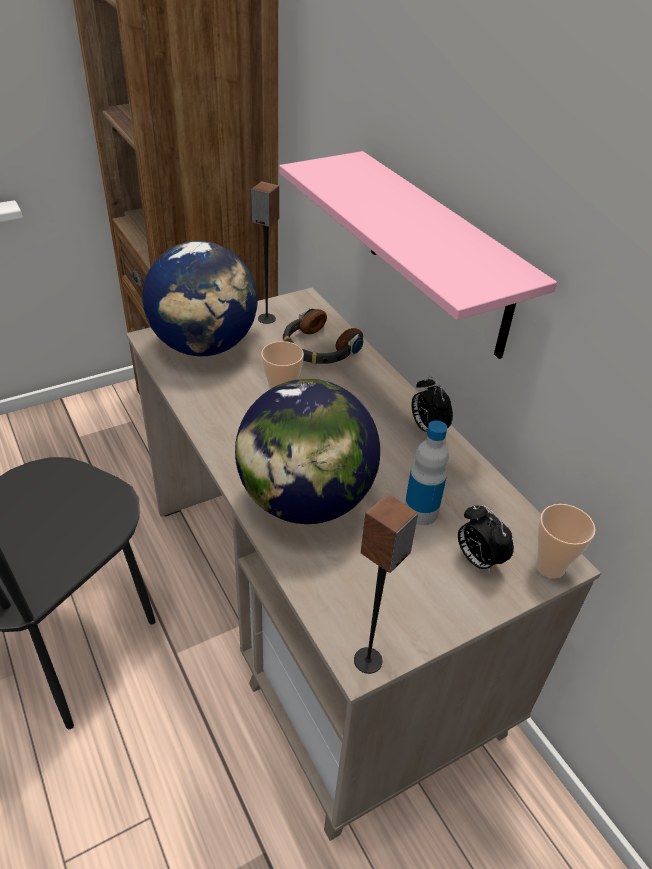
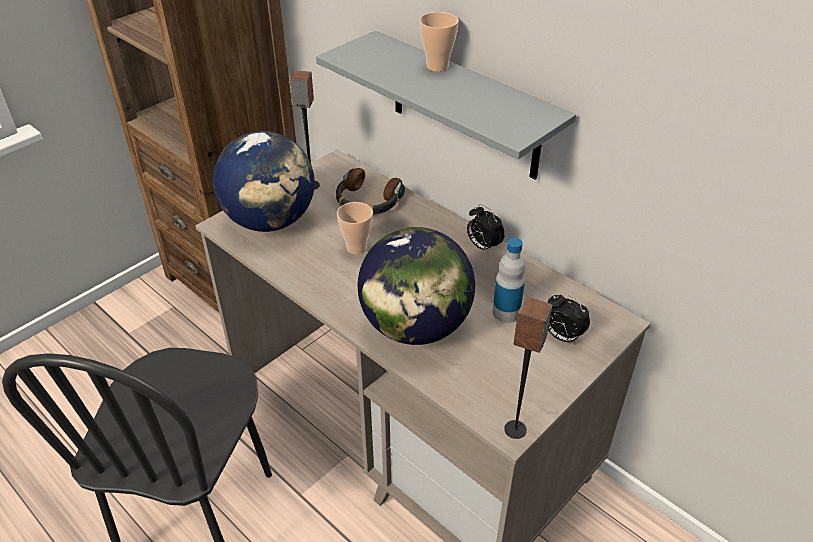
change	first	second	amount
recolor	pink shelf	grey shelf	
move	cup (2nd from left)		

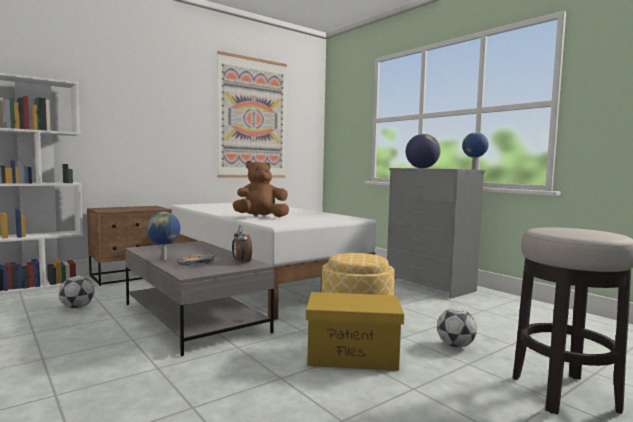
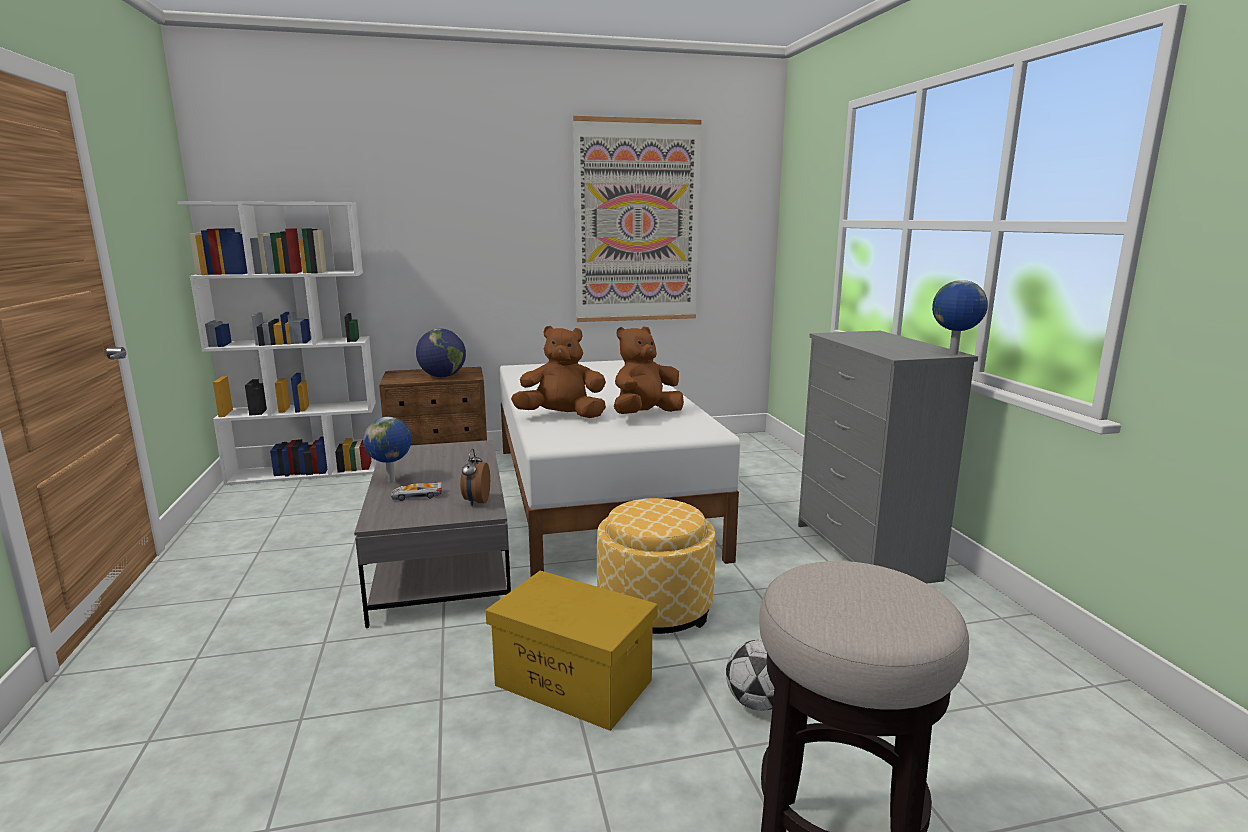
change	first	second	amount
delete	football (1st from left)		
move	globe (2nd from left)		
insert		brown plush toy (2nd from left)	

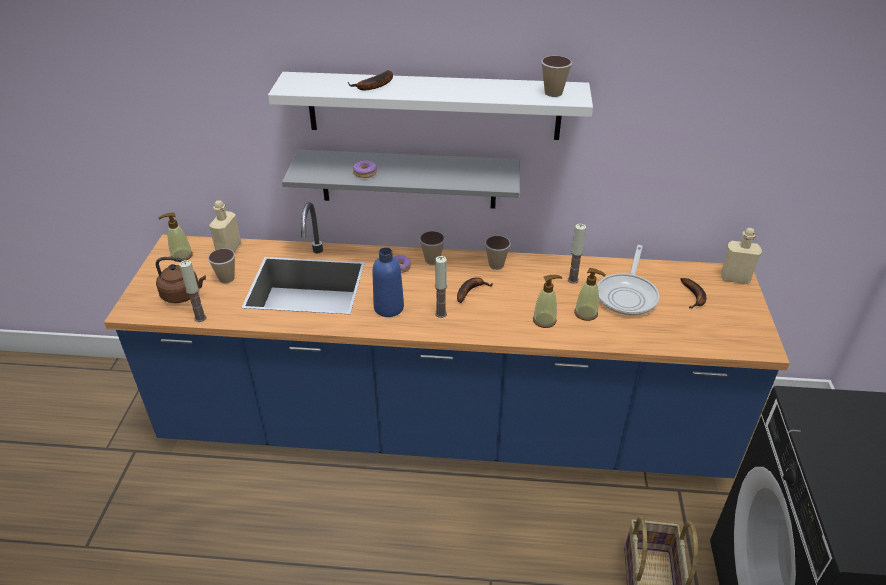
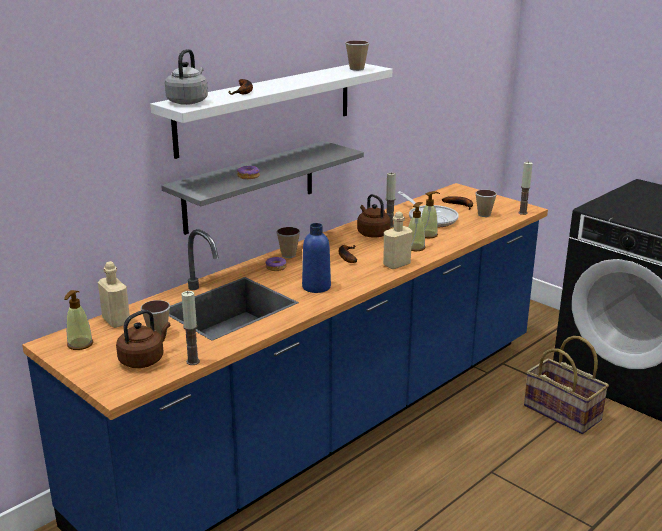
change	first	second	amount
move	candle (2nd from left in the first image)	candle (3rd from left)	
move	cup (3rd from left in the first image)	cup (4th from left)	
move	beige bottle (2nd from left)		
insert		grey kettle	
insert		brown kettle (2nd from left)	

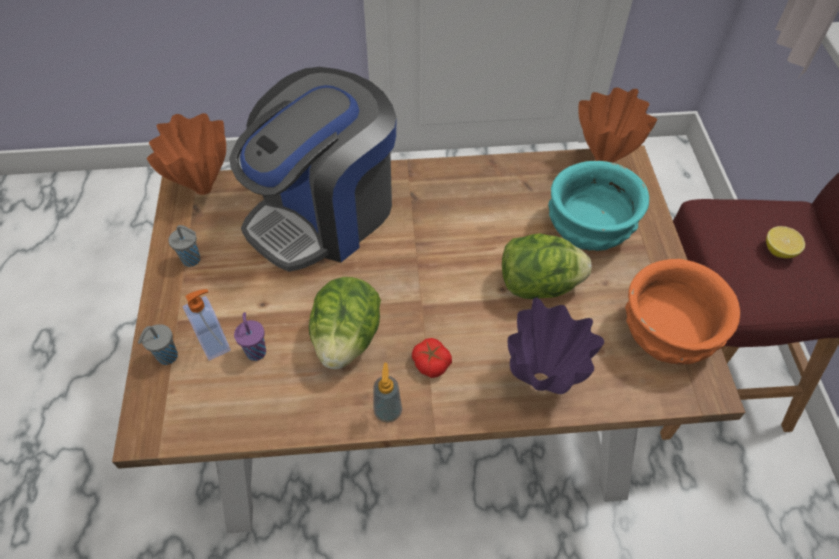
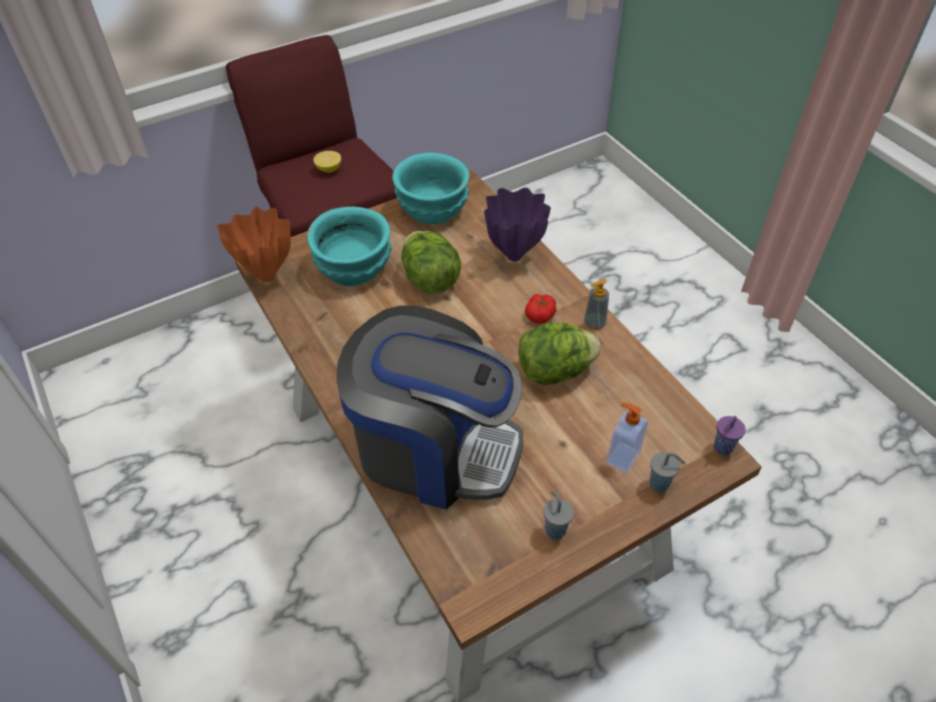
change	first	second	amount
delete	orange vase (1st from left)		
move	purple cup		
recolor	orange bowl	turquoise bowl (2nd from left)	

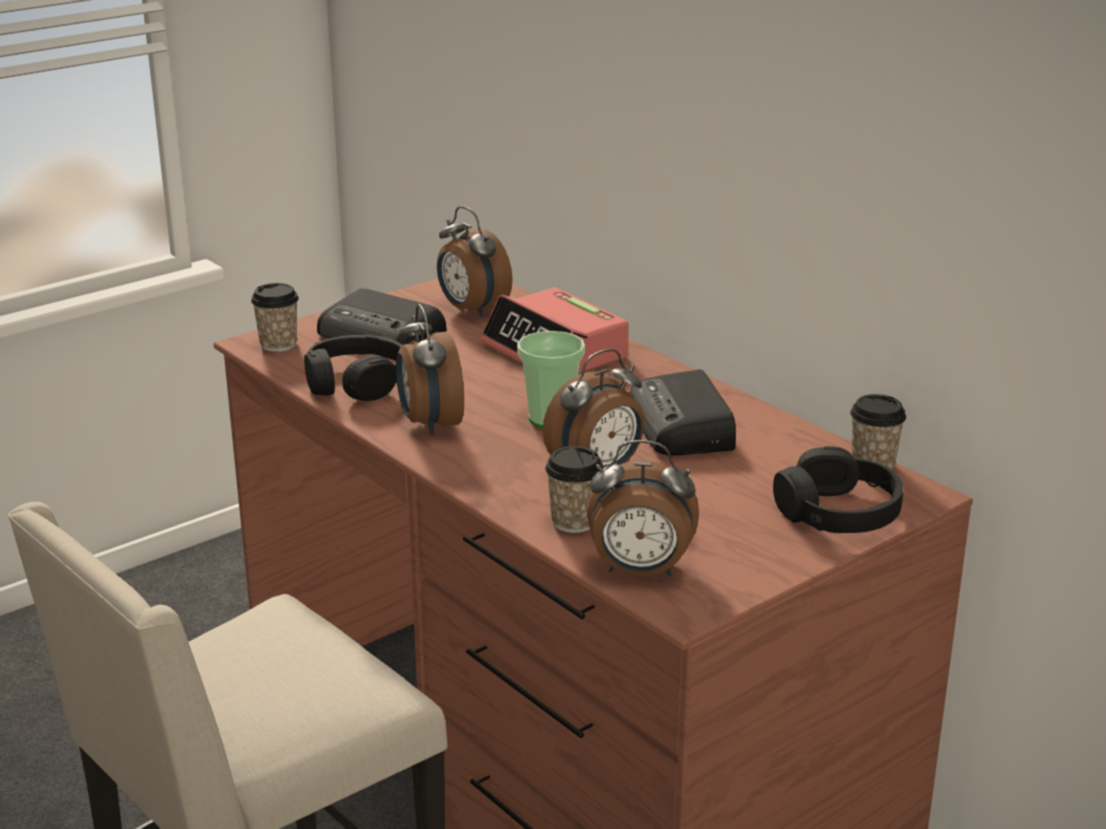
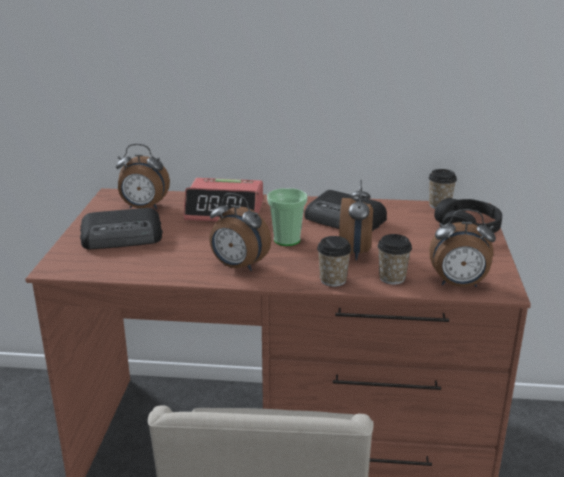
change	first	second	amount
move	cup (1st from left in the first image)	cup (2nd from left)	
delete	black headphones (1st from left)		
rotate	alarm clock (5th from left)		45 degrees clockwise

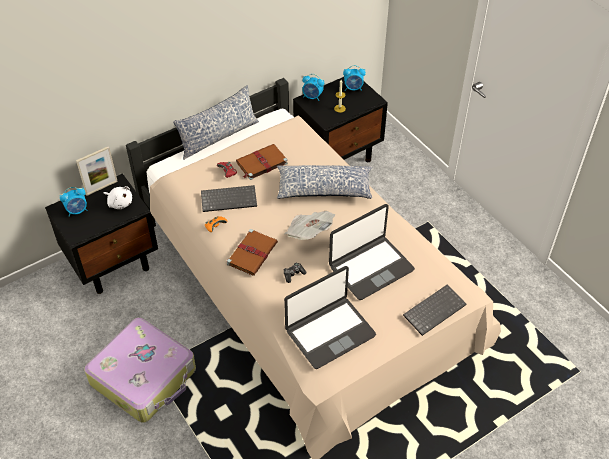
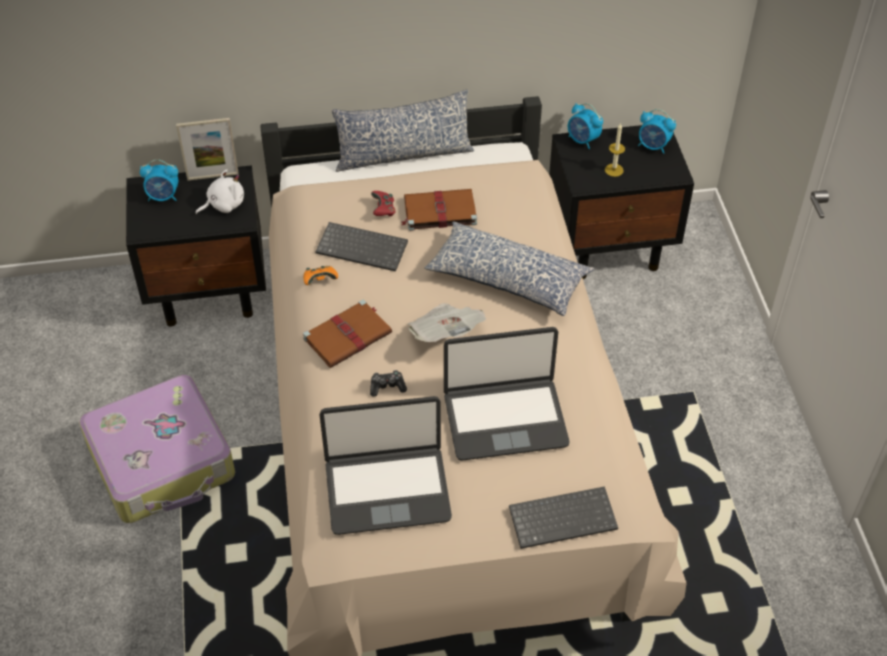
change	first	second	amount
rotate	white plush toy		90 degrees counterclockwise

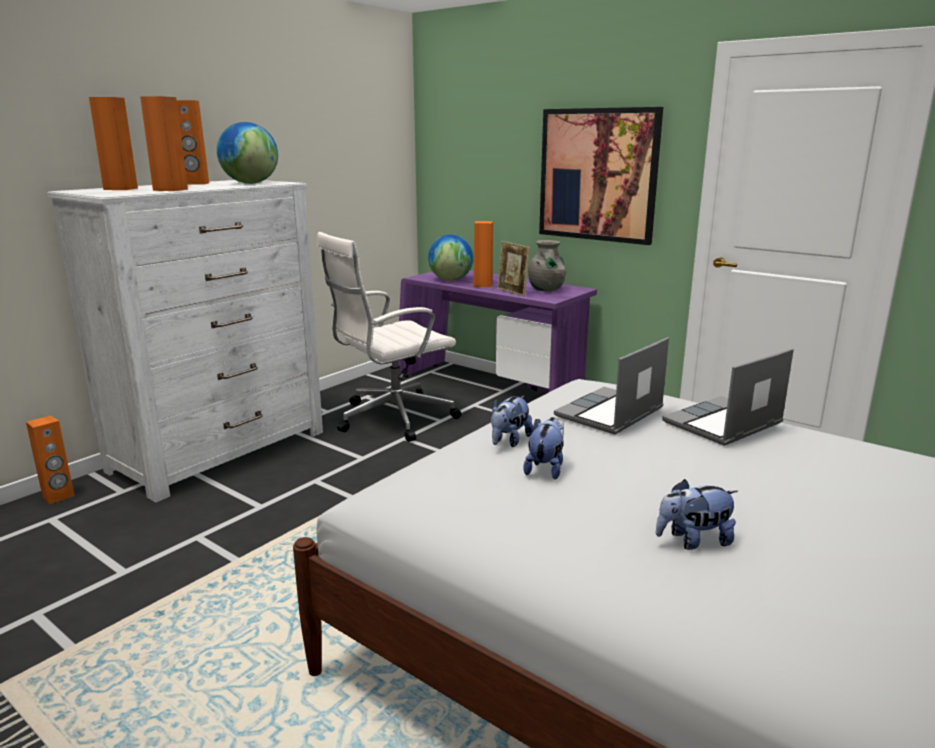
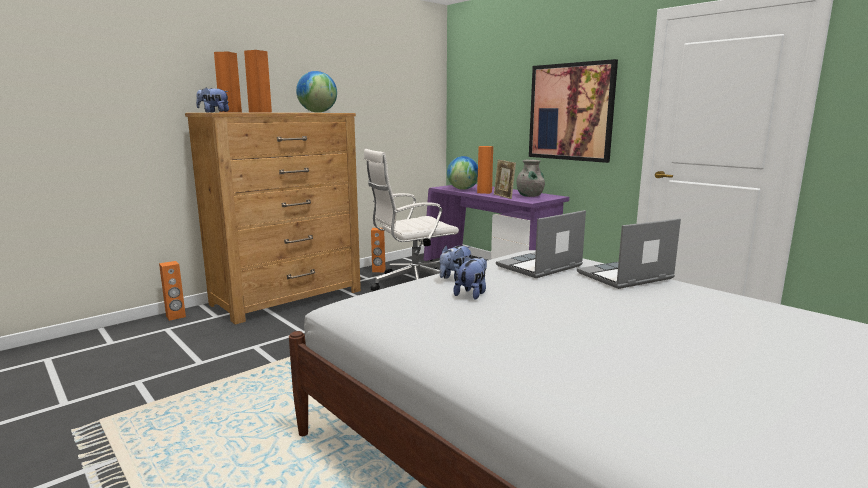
change	first	second	amount
recolor	white dresser	brown dresser	
move	orange speaker (4th from left)		
move	plush toy (3rd from left in the first image)	plush toy (1st from left)	

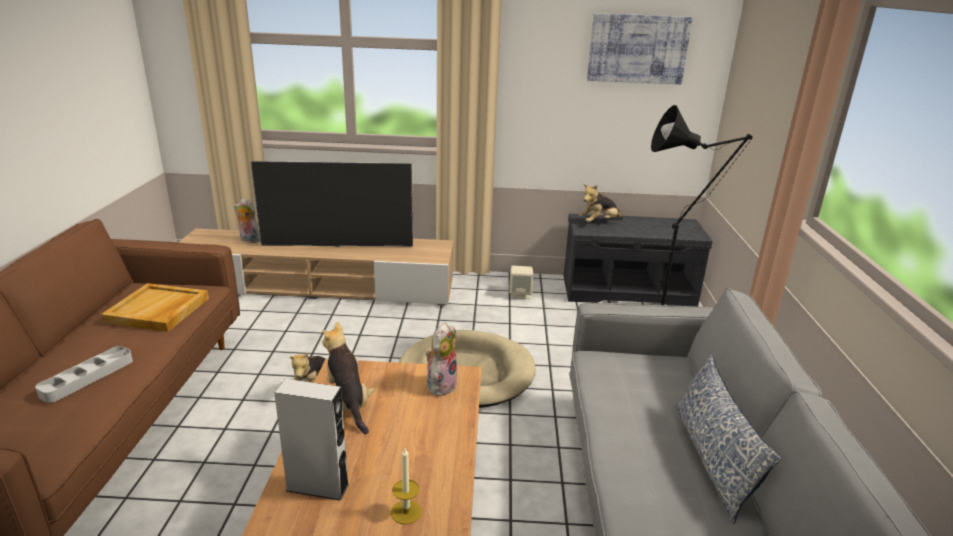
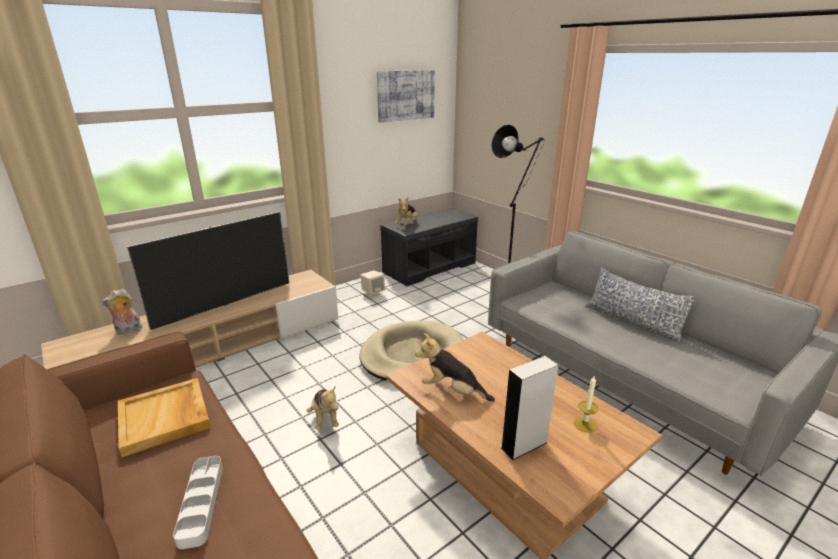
change	first	second	amount
delete	plush toy (4th from left)		

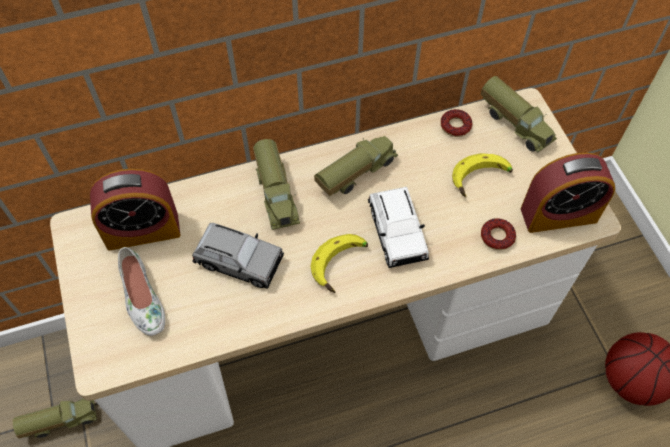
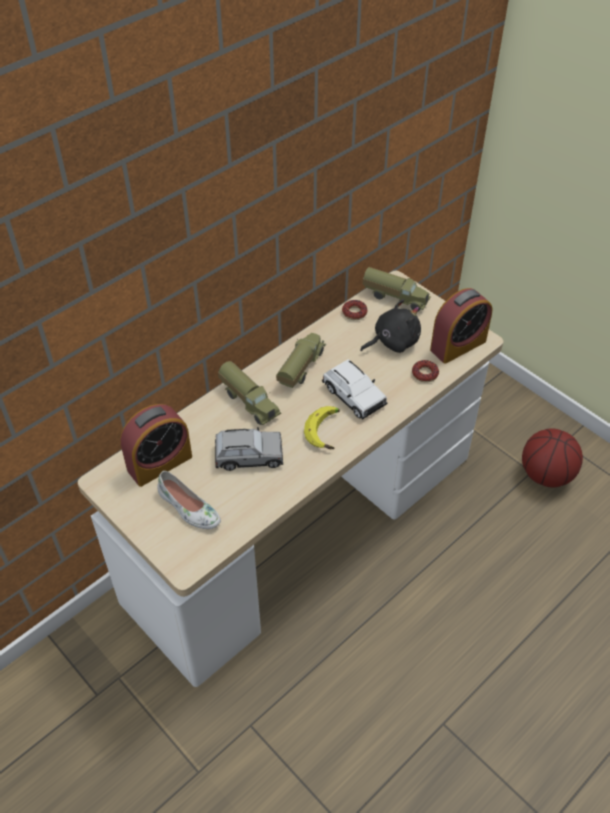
change	first	second	amount
delete	toy truck (1st from left)		
replace	banana (2nd from left)	black plush toy	

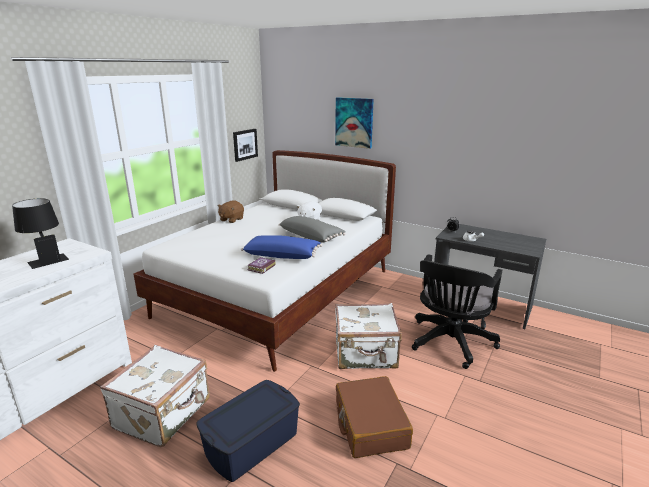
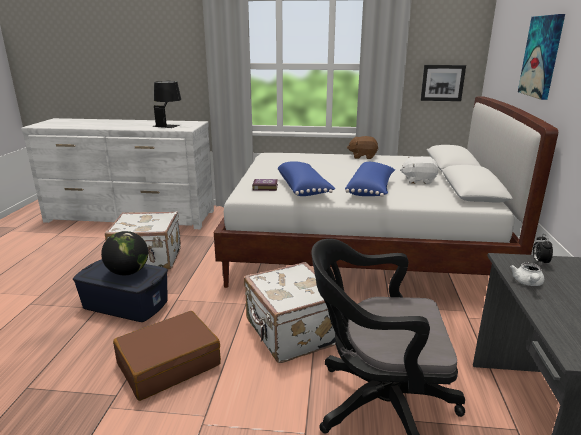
change	first	second	amount
recolor	grey pillow	blue pillow (2nd from left)	
insert		globe	

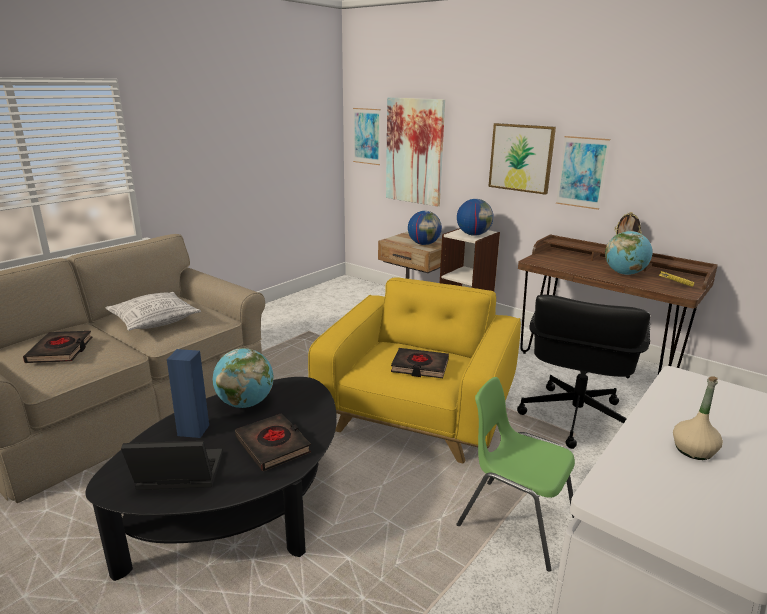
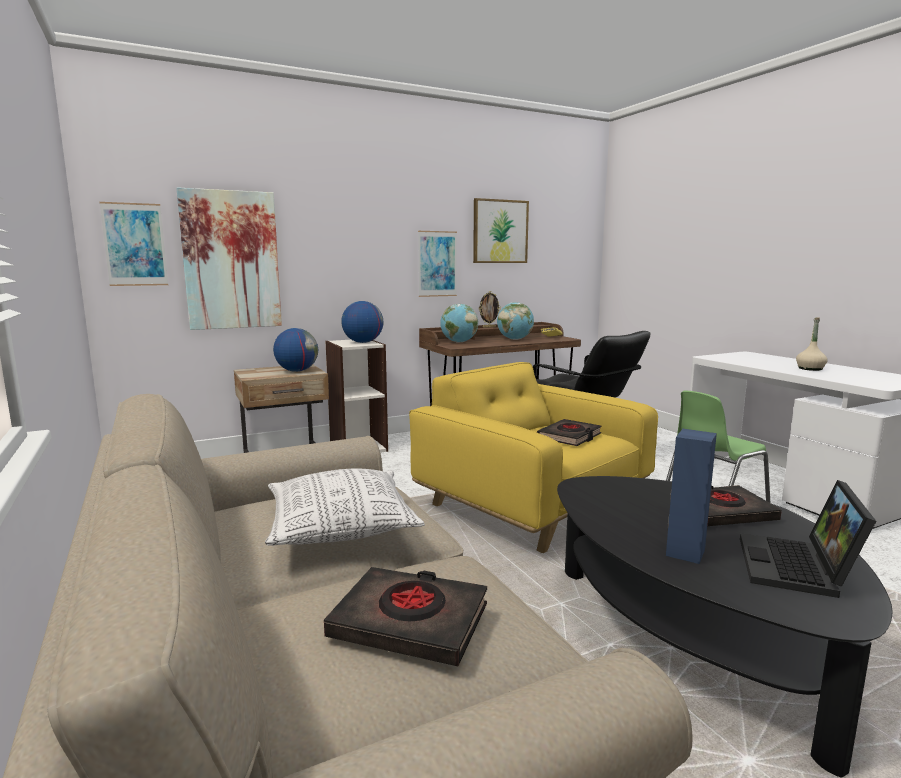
change	first	second	amount
move	globe (1st from left in the first image)	globe (3rd from left)	
move	picture (3rd from left in the first image)	picture (4th from left)	

